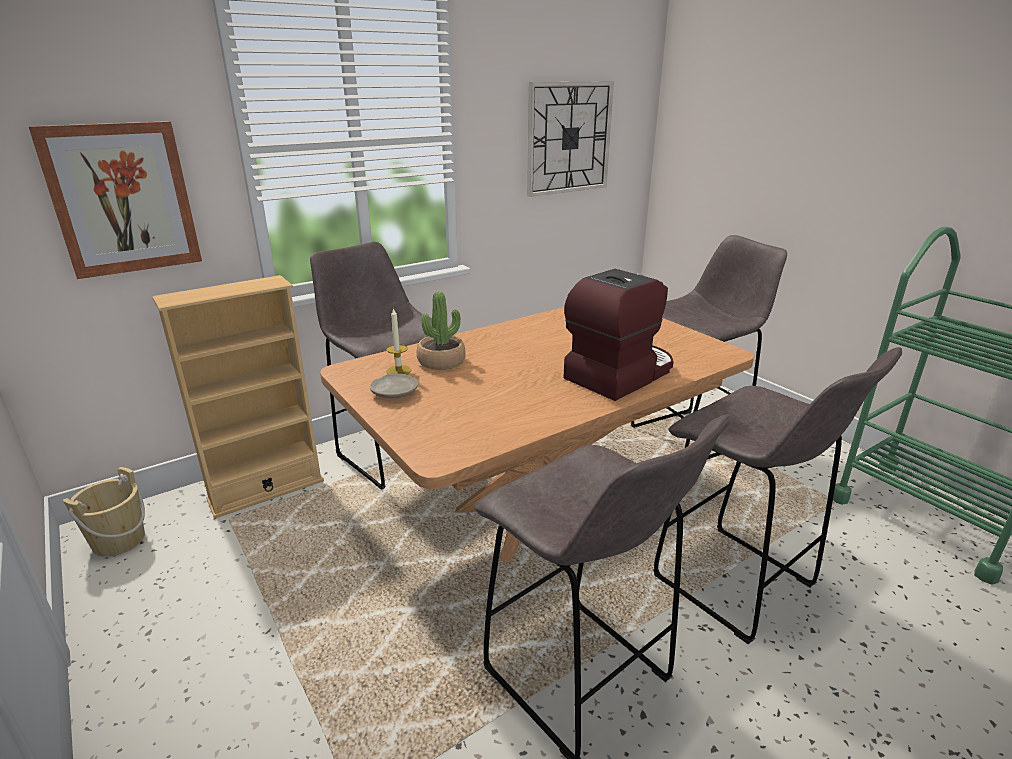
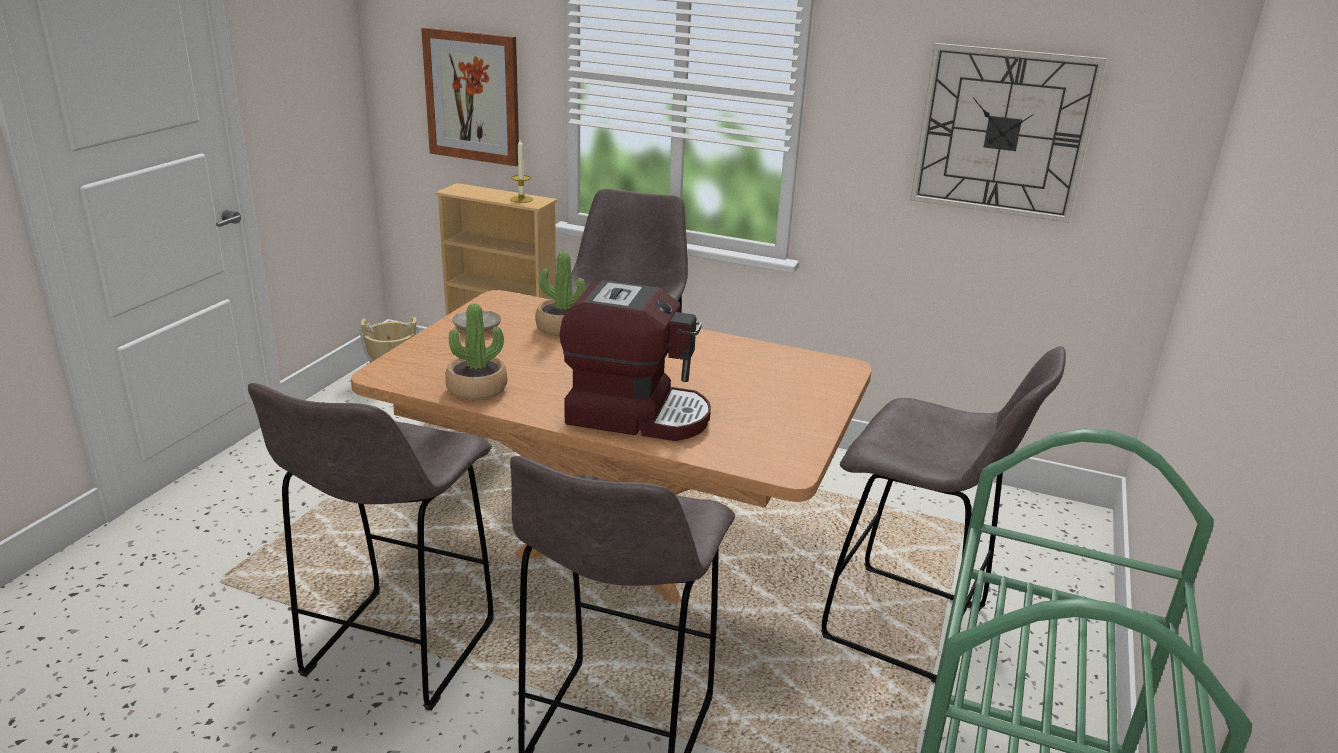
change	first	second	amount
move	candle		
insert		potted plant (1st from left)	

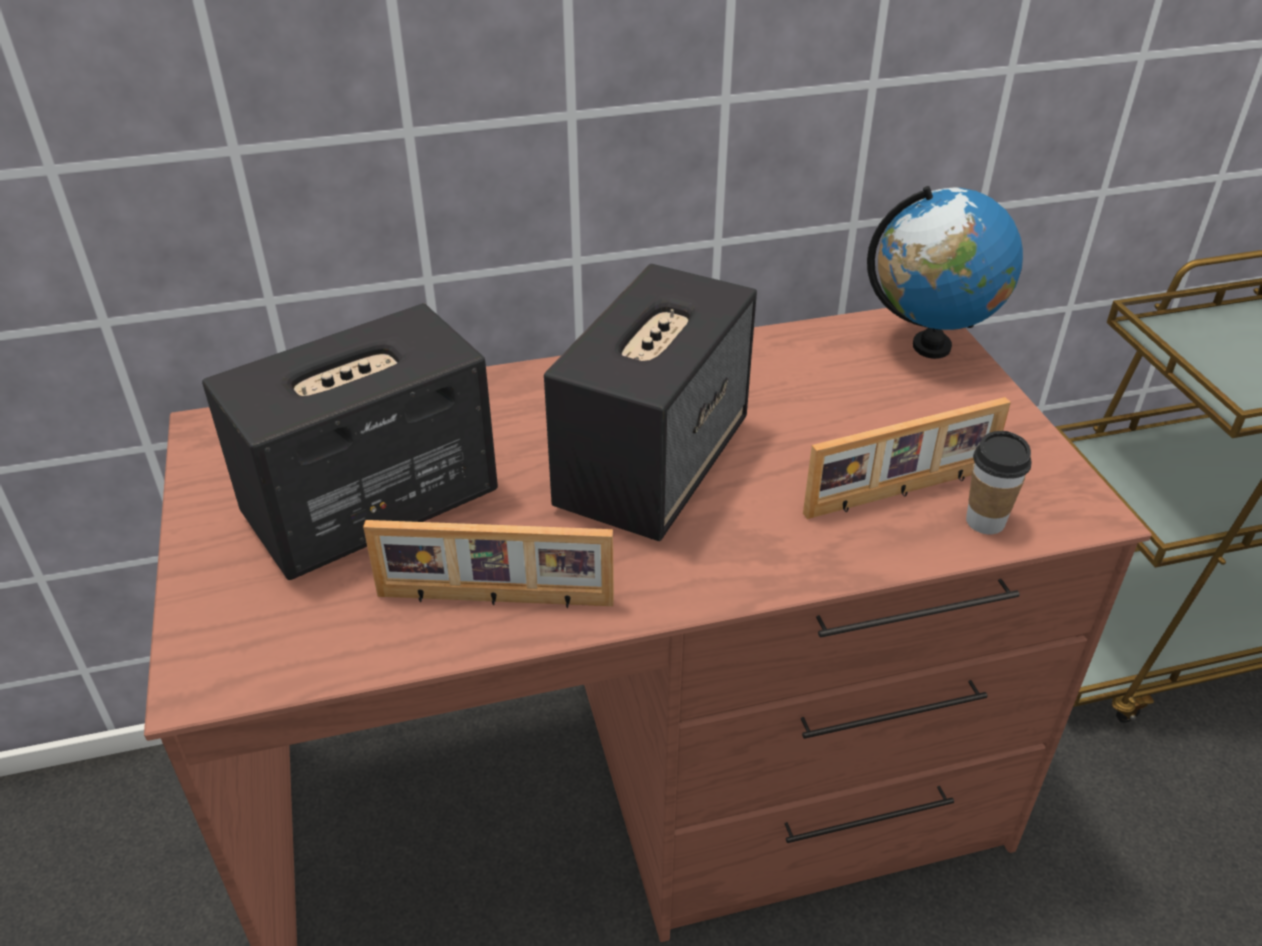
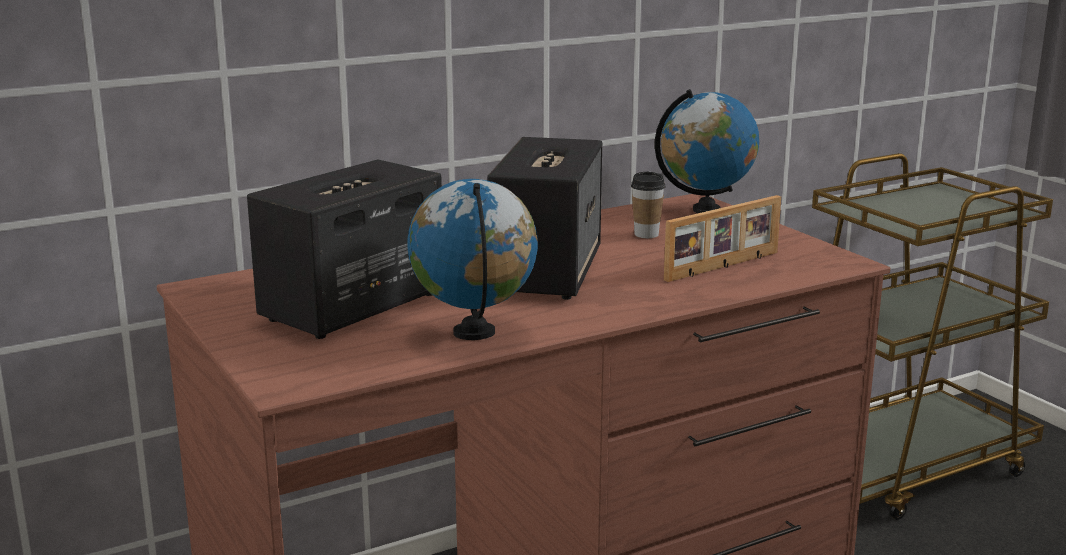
change	first	second	amount
replace	picture frame (1st from left)	globe (1st from left)	
move	cup		

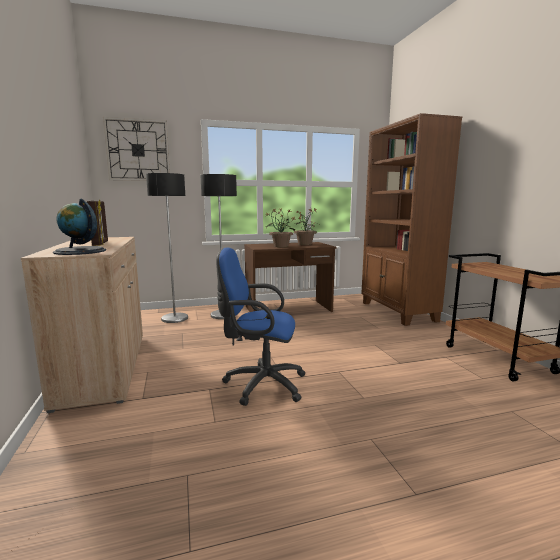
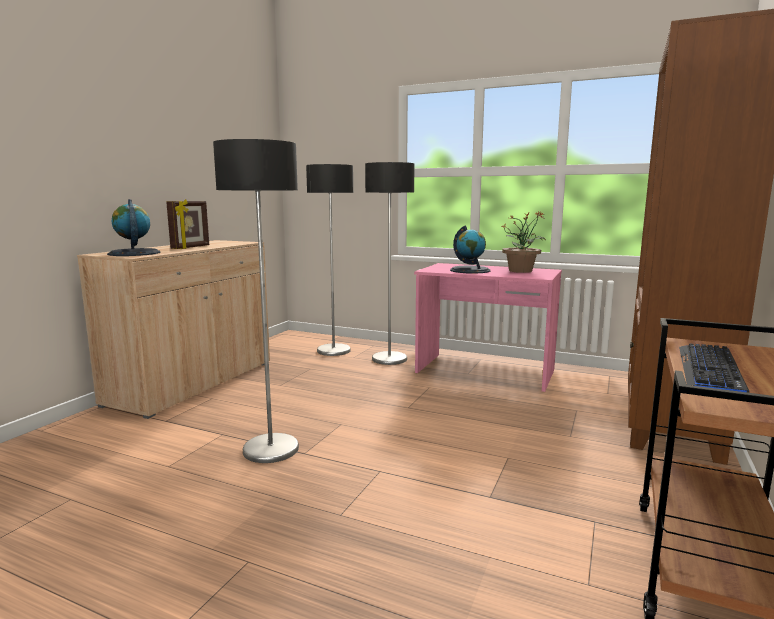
change	first	second	amount
delete	wall clock		
replace	blue office chair	floor lamp (1st from left)	
recolor	brown desk	pink desk	
replace	potted plant (1st from left)	globe (2nd from left)	
insert		keyboard	

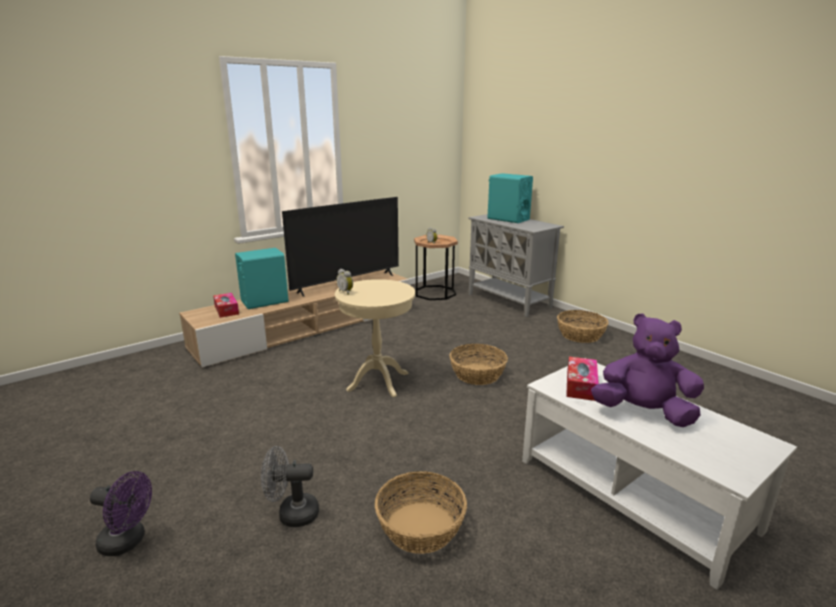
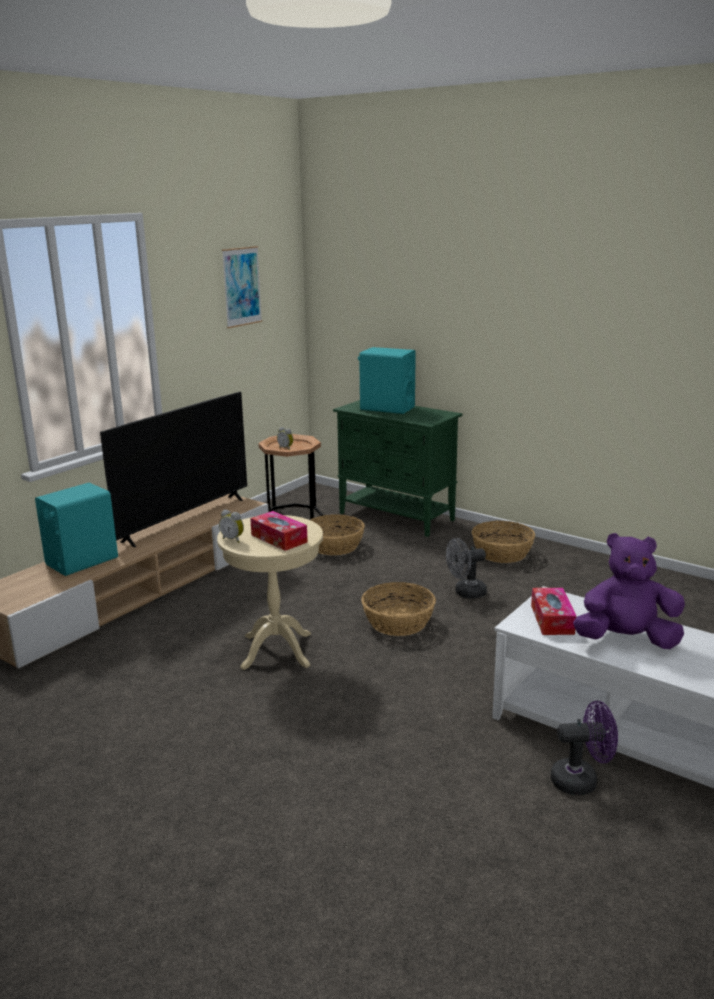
change	first	second	amount
move	purple fan		
move	tissue box (1st from left)		
move	grey fan		
move	basket (1st from left)		
recolor	grey cabinet	green cabinet	
insert		picture	

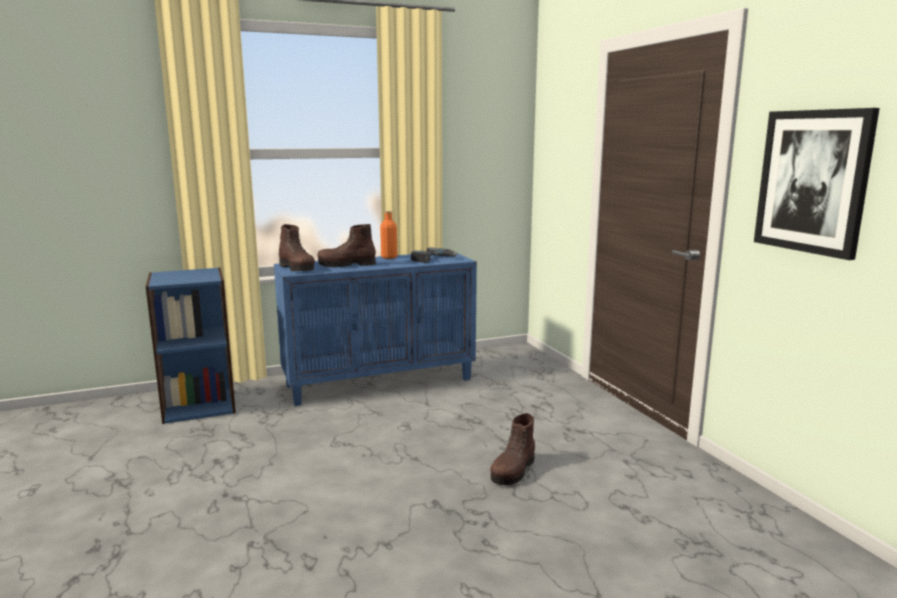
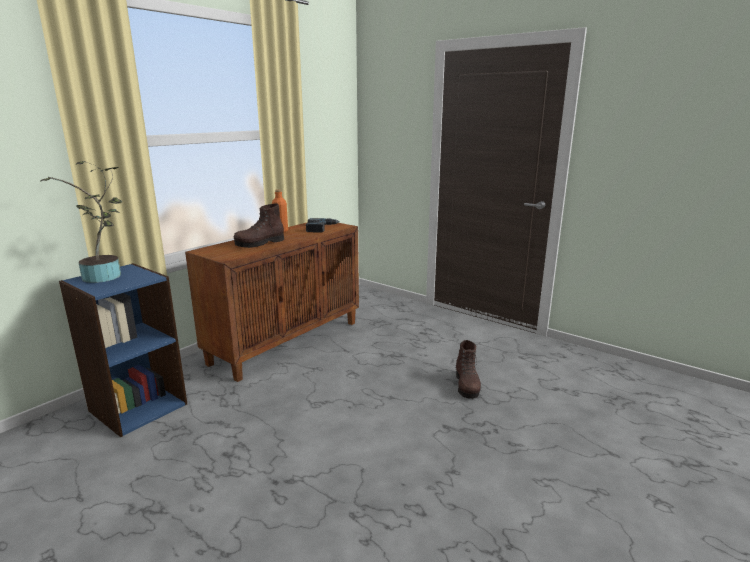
change	first	second	amount
recolor	blue cabinet	brown cabinet	
delete	brown boot (1st from left)		
delete	picture		
insert		potted plant	

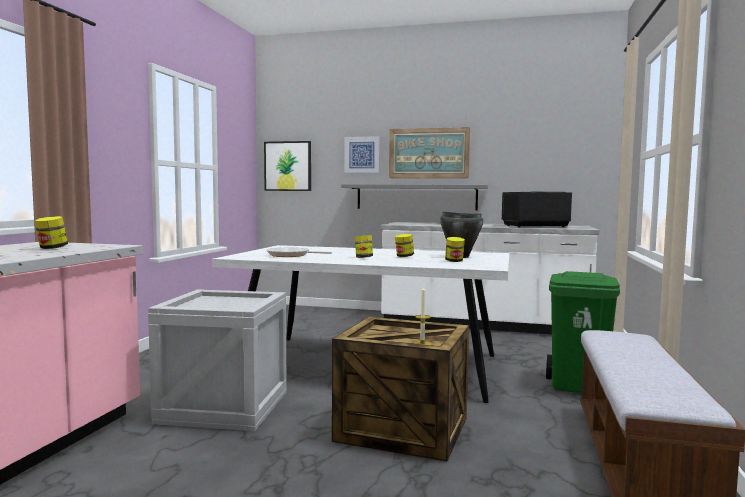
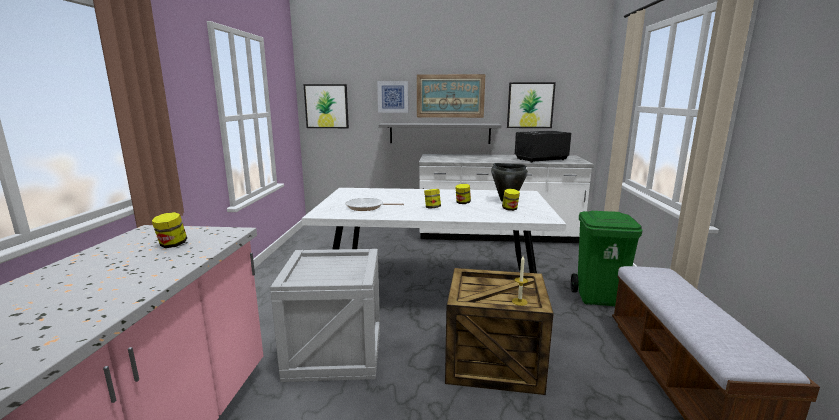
change	first	second	amount
insert		picture (4th from left)	

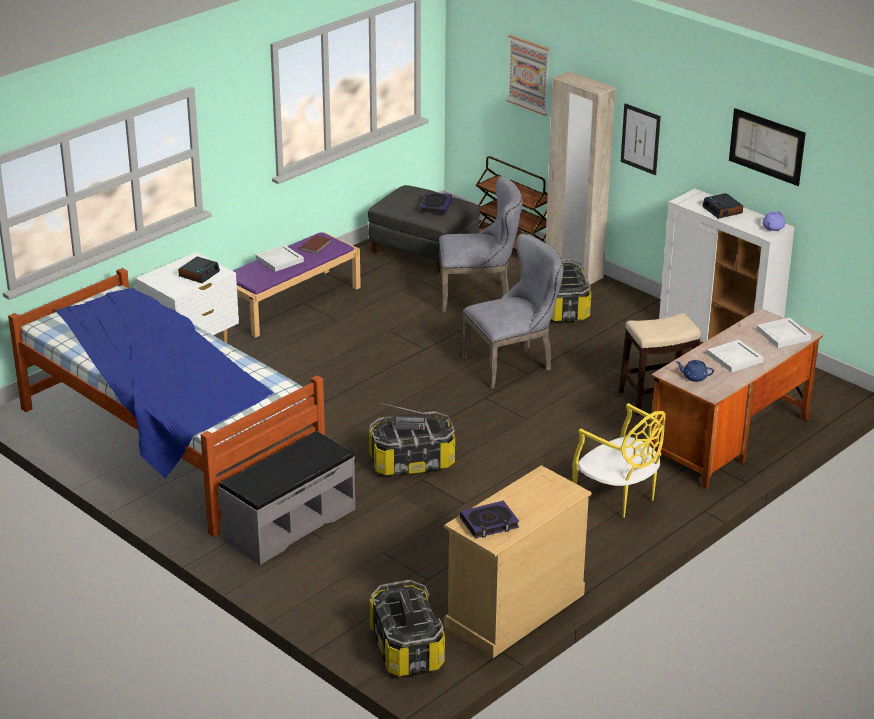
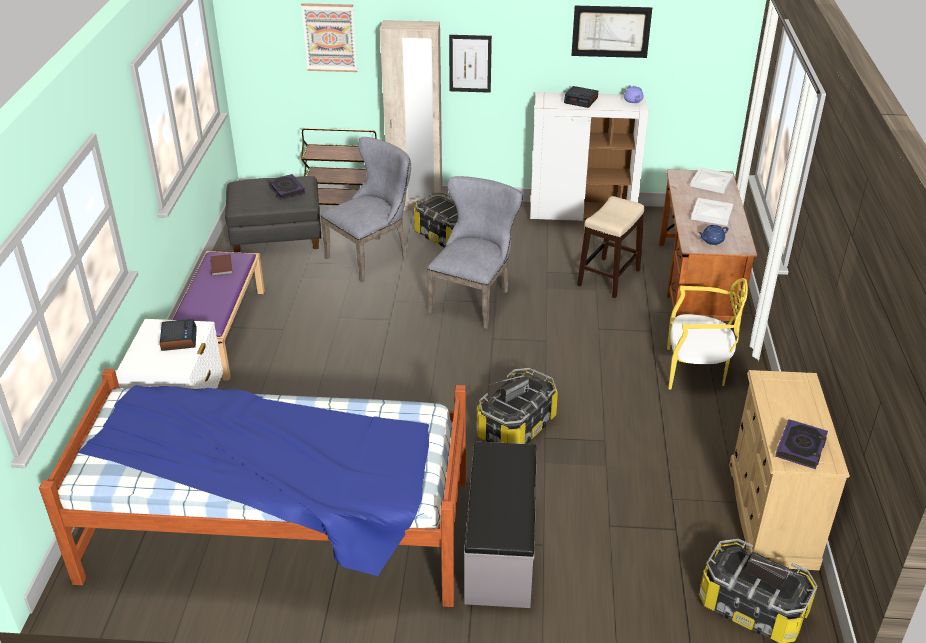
change	first	second	amount
delete	white tray (1st from left)		

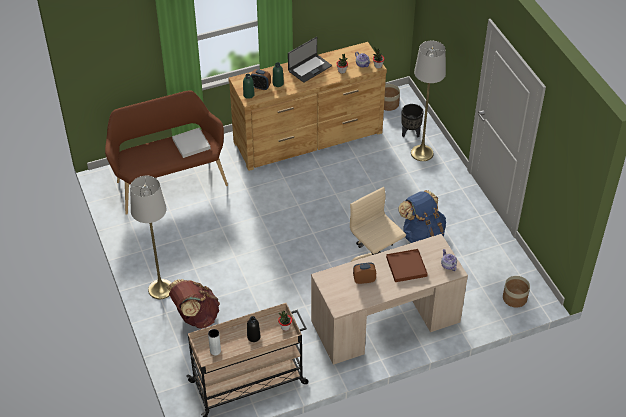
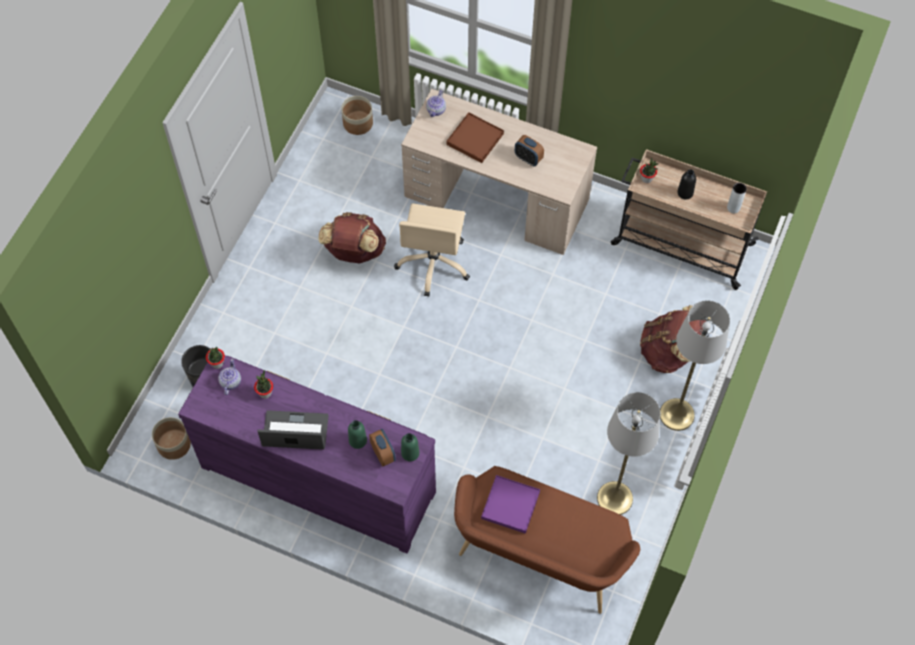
change	first	second	amount
recolor	white tray	purple tray	
recolor	brown dresser	purple dresser	
recolor	blue backpack	brown backpack (1st from left)	
move	grey floor lamp (2nd from left in the first image)	grey floor lamp (1st from left)	

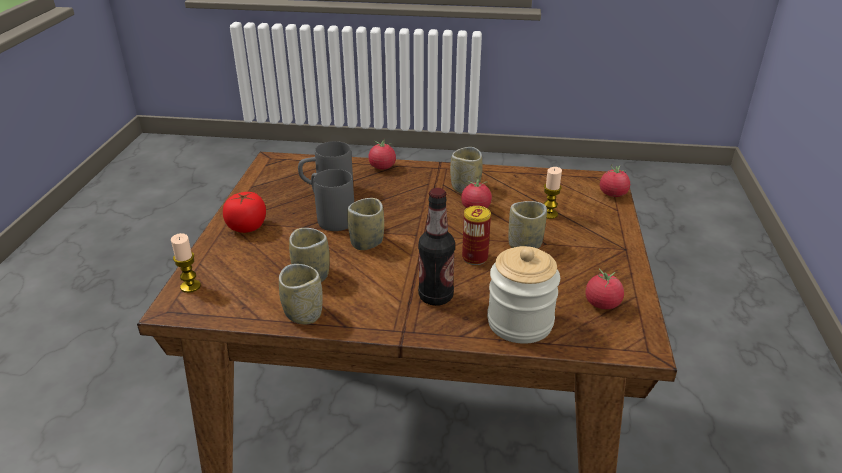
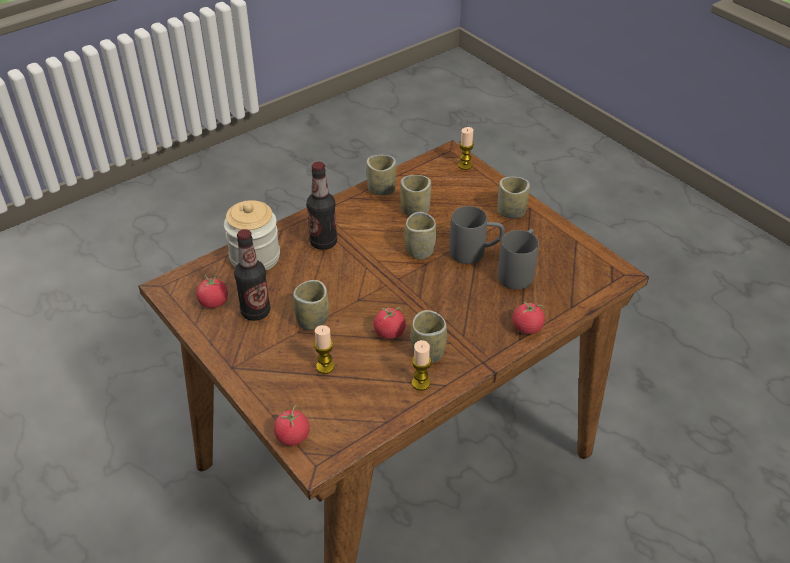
change	first	second	amount
replace	tomato (1st from left)	cup (6th from left)	
delete	can		
insert		bottle (1st from left)	
insert		candle (2nd from left)	

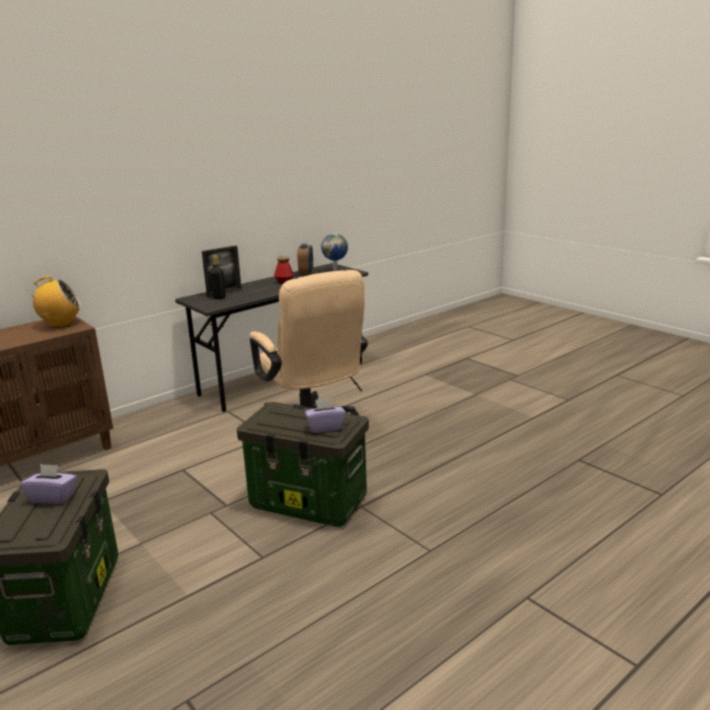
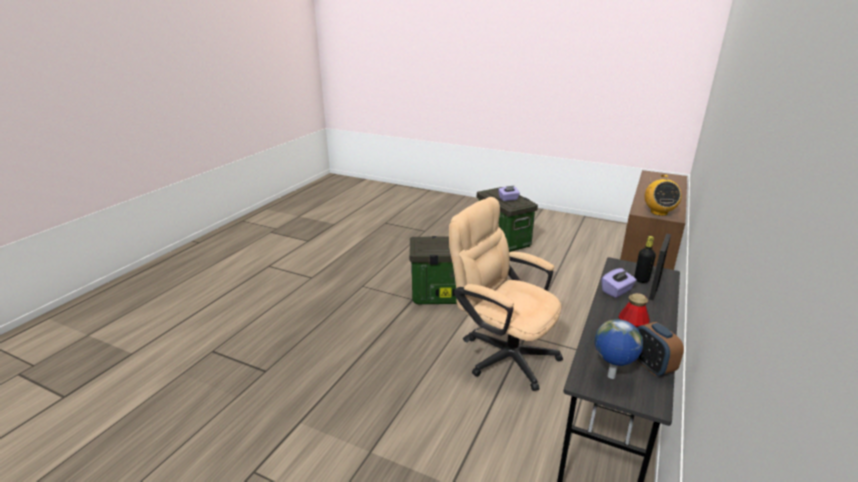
change	first	second	amount
rotate	radio		45 degrees counterclockwise
move	purple tissue box (2nd from left)		

